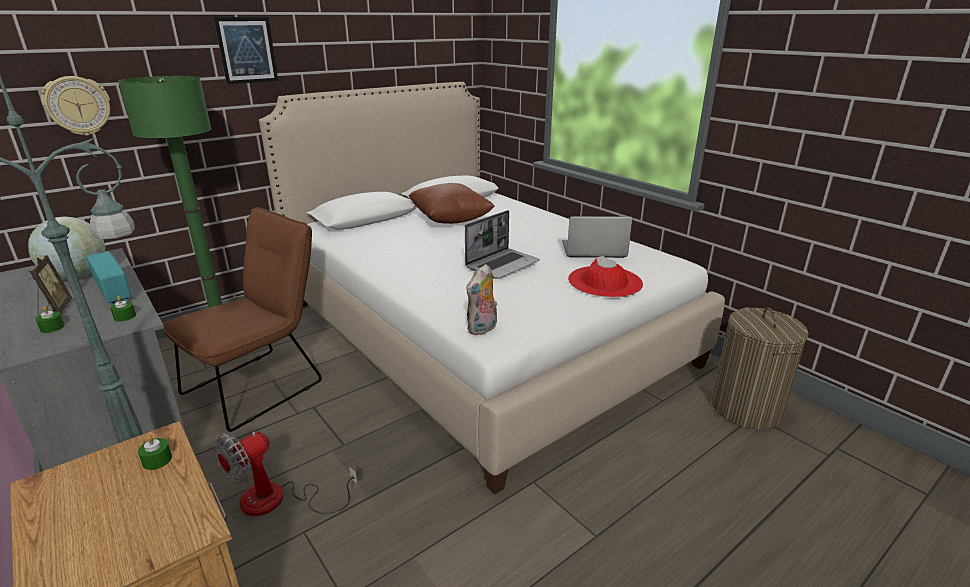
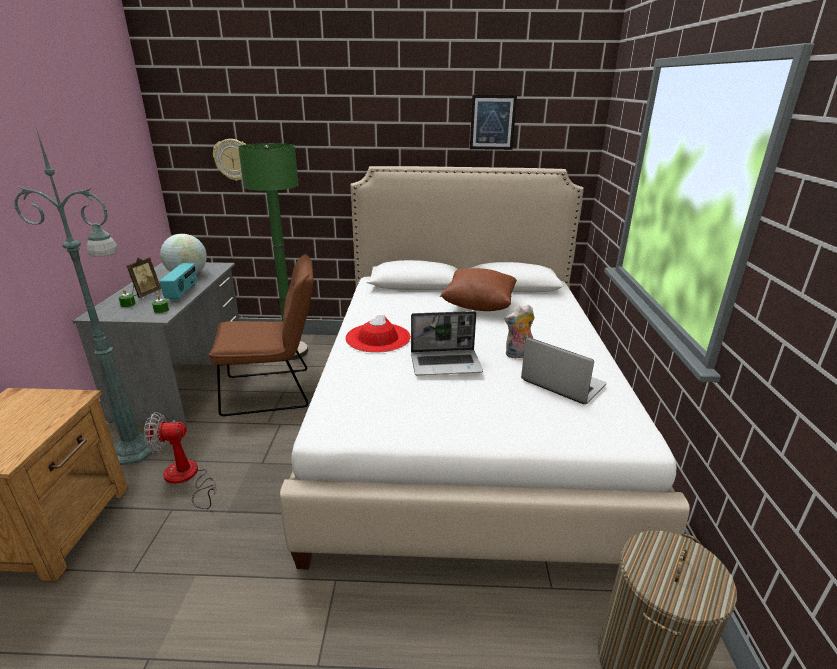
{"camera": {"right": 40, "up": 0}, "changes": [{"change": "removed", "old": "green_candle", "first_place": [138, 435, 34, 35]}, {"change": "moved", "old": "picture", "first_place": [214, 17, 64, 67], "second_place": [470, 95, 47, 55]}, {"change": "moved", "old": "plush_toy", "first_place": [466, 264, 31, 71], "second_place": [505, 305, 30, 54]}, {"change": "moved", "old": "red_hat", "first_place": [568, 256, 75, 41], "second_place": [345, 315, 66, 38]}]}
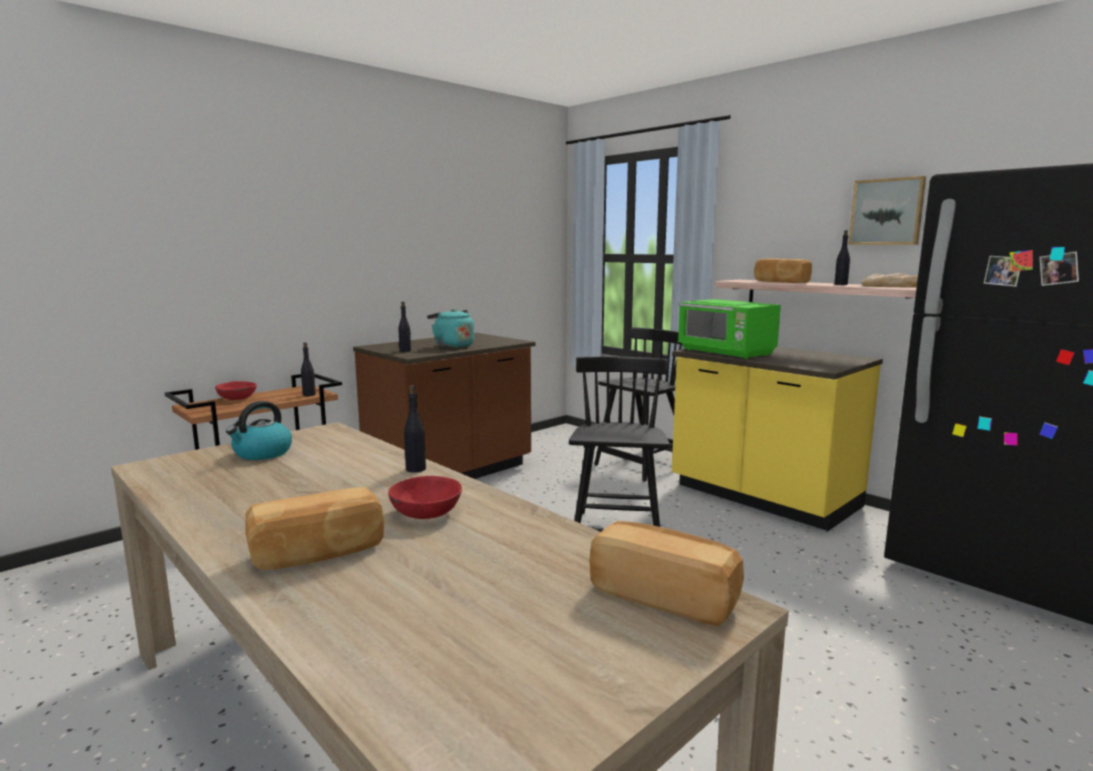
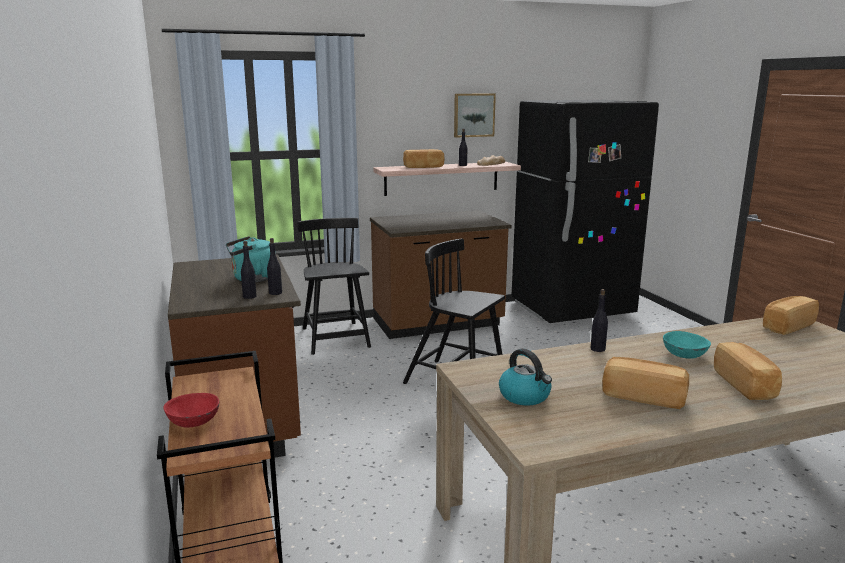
{"camera": {"right": -65, "up": 5}, "changes": [{"change": "moved", "old": "black_bottle", "first_place": [301, 342, 15, 54], "second_place": [267, 238, 15, 57]}, {"change": "recoloured", "old": "red_bowl", "new": "turquoise_bowl", "first_place": [388, 476, 74, 43], "second_place": [663, 331, 48, 28]}, {"change": "recoloured", "old": "yellow_counter", "new": "brown_counter", "first_place": [672, 347, 211, 184], "second_place": [370, 210, 142, 129]}, {"change": "removed", "old": "green_microwave", "first_place": [678, 299, 103, 60]}, {"change": "added", "new": "bread", "second_place": [602, 357, 87, 52]}]}
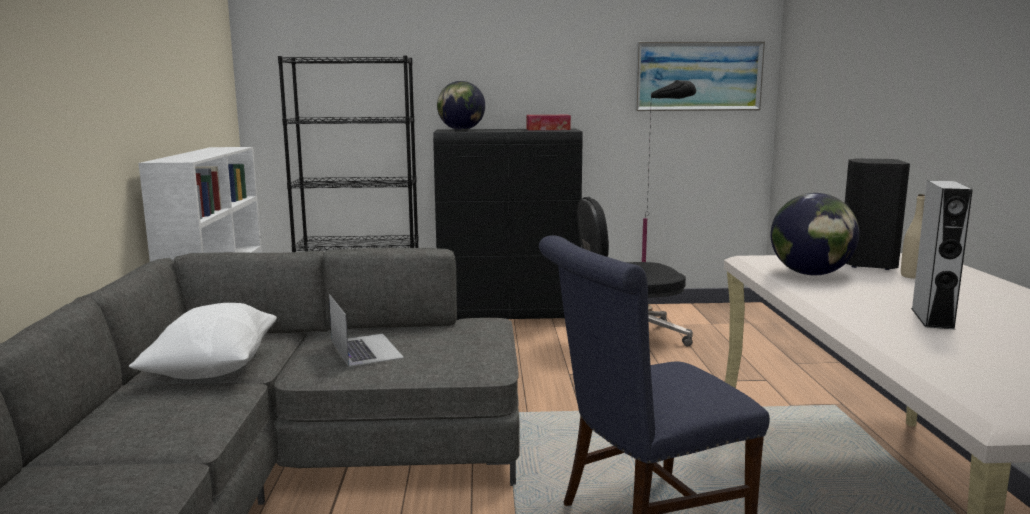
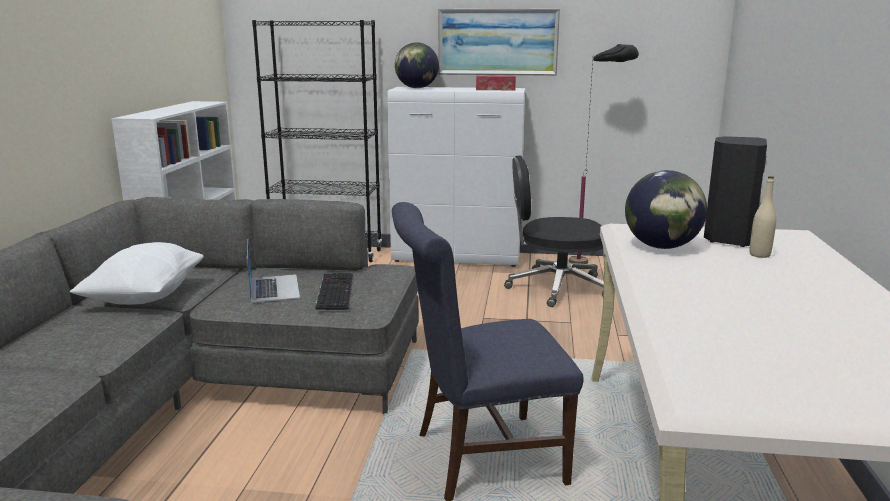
{"camera": {"right": 10, "up": 5}, "changes": [{"change": "recoloured", "old": "black_cabinet", "new": "white_cabinet", "first_place": [433, 128, 149, 192], "second_place": [387, 87, 138, 180]}, {"change": "moved", "old": "picture", "first_place": [635, 41, 130, 70], "second_place": [438, 9, 122, 67]}, {"change": "removed", "old": "grey_speaker", "first_place": [911, 180, 62, 150]}, {"change": "added", "new": "keyboard", "second_place": [315, 273, 38, 38]}]}
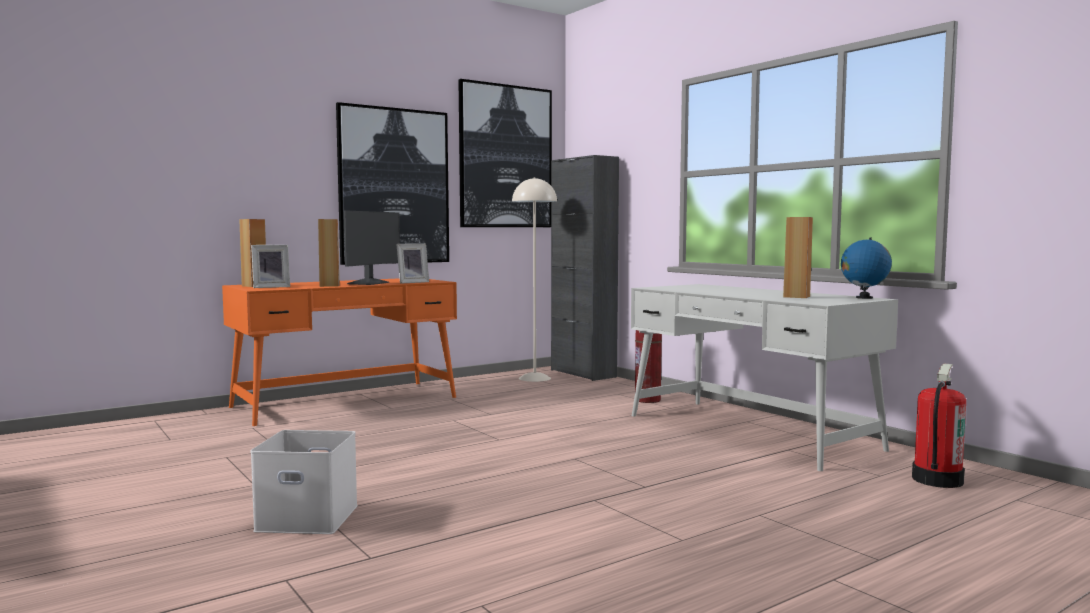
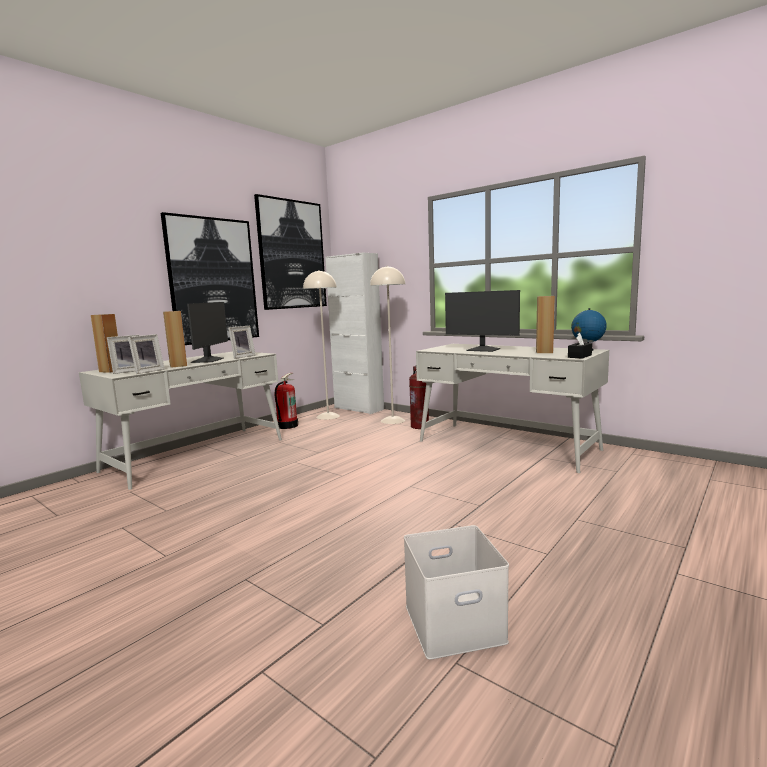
{"camera": {"right": -15, "up": 5}, "changes": [{"change": "recoloured", "old": "orange_desk", "new": "white_desk", "first_place": [222, 278, 235, 148], "second_place": [79, 352, 203, 138]}, {"change": "moved", "old": "white_storage_box", "first_place": [250, 430, 108, 104], "second_place": [404, 525, 105, 135]}, {"change": "recoloured", "old": "black_cabinet", "new": "white_cabinet", "first_place": [551, 155, 68, 226], "second_place": [325, 253, 59, 161]}, {"change": "moved", "old": "fire_extinguisher", "first_place": [912, 363, 54, 125], "second_place": [275, 373, 23, 56]}, {"change": "added", "new": "picture_frame", "second_place": [128, 334, 37, 40]}, {"change": "added", "new": "beige_floor_lamp", "second_place": [370, 266, 35, 158]}, {"change": "added", "new": "monitor", "second_place": [445, 290, 75, 62]}, {"change": "added", "new": "black_tissue_box", "second_place": [568, 333, 24, 26]}]}
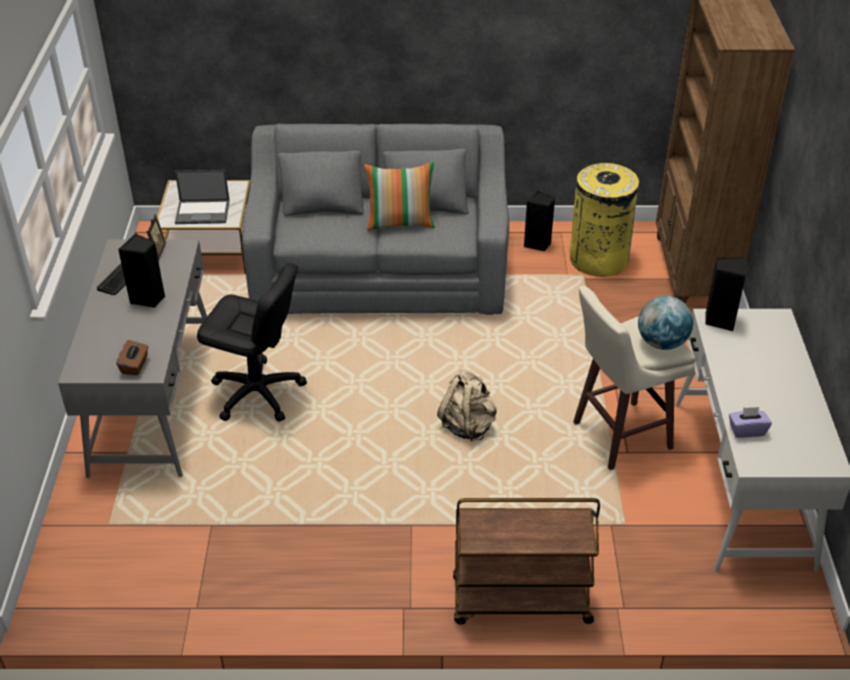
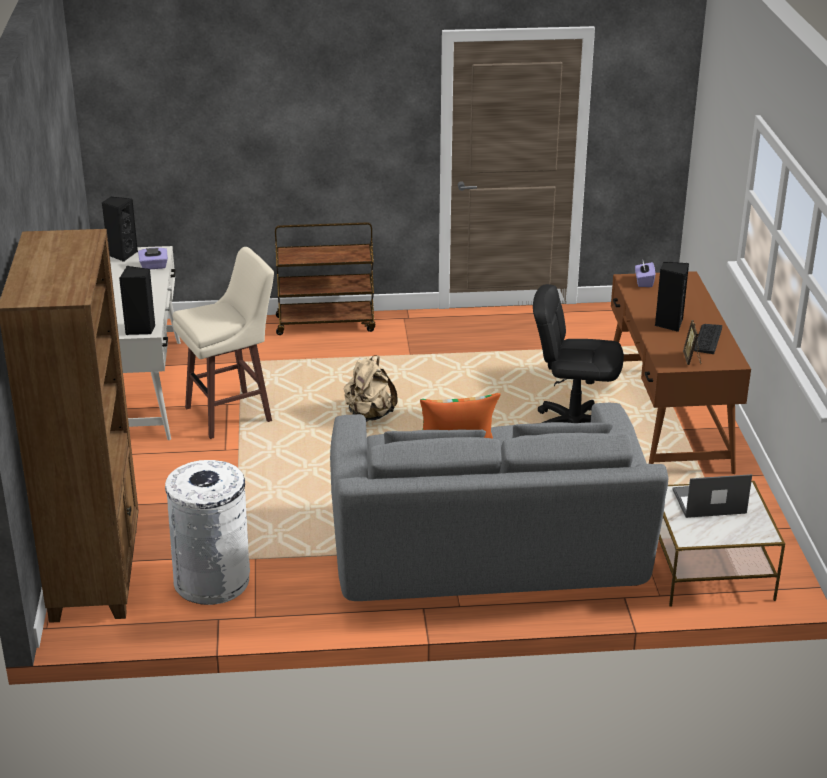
{"camera": {"right": 175, "up": -10}, "changes": [{"change": "recoloured", "old": "grey_desk", "new": "brown_desk", "first_place": [58, 240, 149, 238], "second_place": [611, 271, 140, 203]}, {"change": "recoloured", "old": "brown_tissue_box", "new": "purple_tissue_box", "first_place": [116, 340, 32, 35], "second_place": [635, 262, 20, 25]}, {"change": "moved", "old": "black_speaker", "first_place": [524, 191, 31, 60], "second_place": [102, 197, 36, 65]}, {"change": "recoloured", "old": "yellow_trash_can", "new": "white_trash_can", "first_place": [570, 163, 69, 114], "second_place": [165, 460, 85, 145]}, {"change": "removed", "old": "globe", "first_place": [638, 296, 55, 54]}]}
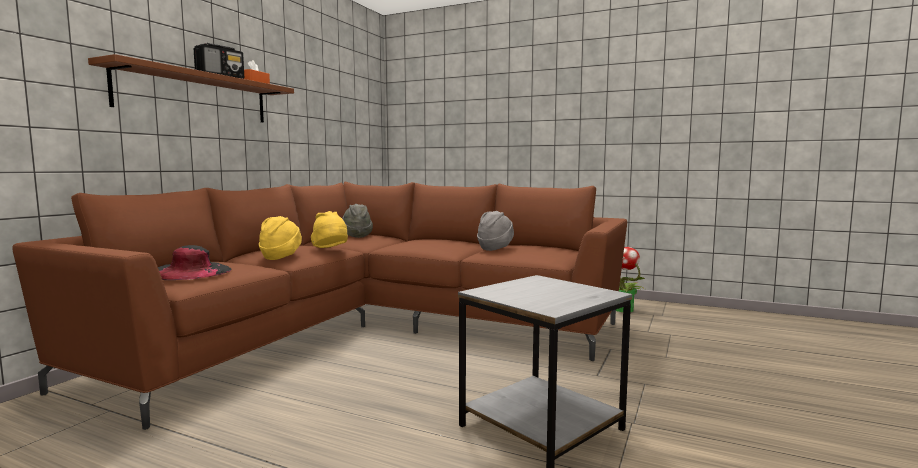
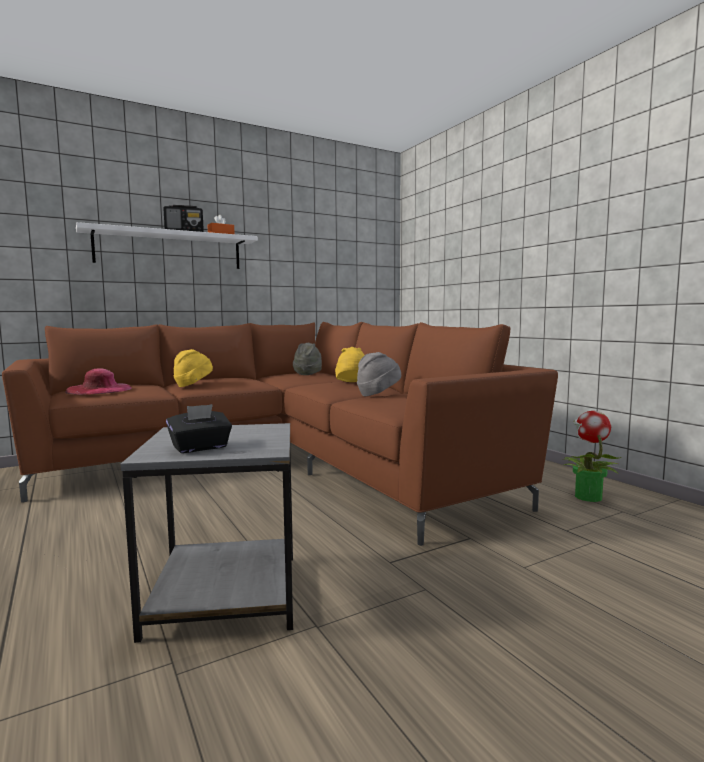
{"camera": {"right": 35, "up": 0}, "changes": [{"change": "recoloured", "old": "brown_shelf", "new": "white_shelf", "first_place": [88, 54, 206, 69], "second_place": [76, 222, 182, 47]}, {"change": "recoloured", "old": "black_hat", "new": "pink_hat", "first_place": [158, 245, 73, 35], "second_place": [65, 369, 67, 26]}, {"change": "moved", "old": "yellow_hat", "first_place": [311, 211, 37, 37], "second_place": [335, 347, 30, 35]}, {"change": "added", "new": "black_tissue_box", "second_place": [166, 404, 66, 49]}]}
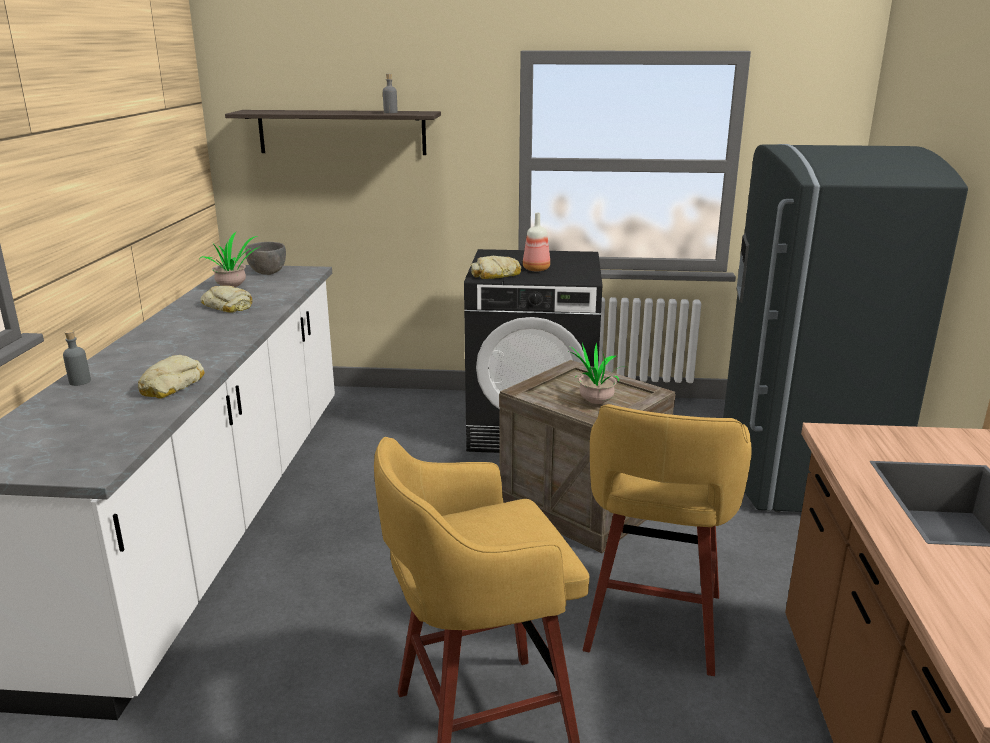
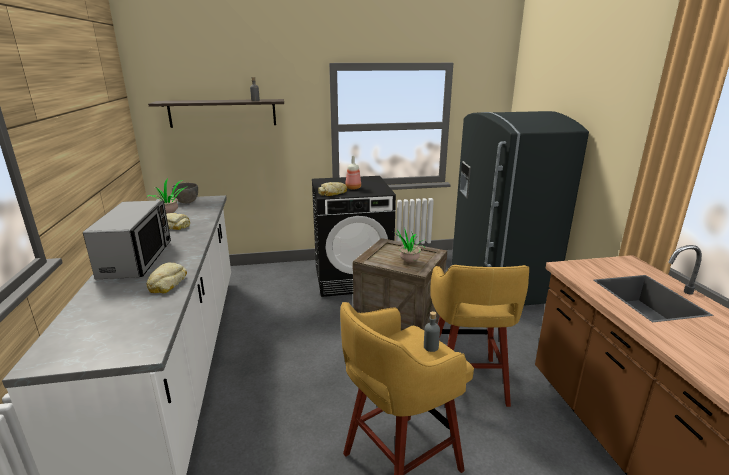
{"camera": {"right": -15, "up": 0}, "changes": [{"change": "moved", "old": "grey_bottle", "first_place": [63, 330, 28, 56], "second_place": [424, 311, 16, 41]}, {"change": "added", "new": "microwave", "second_place": [83, 201, 88, 78]}]}
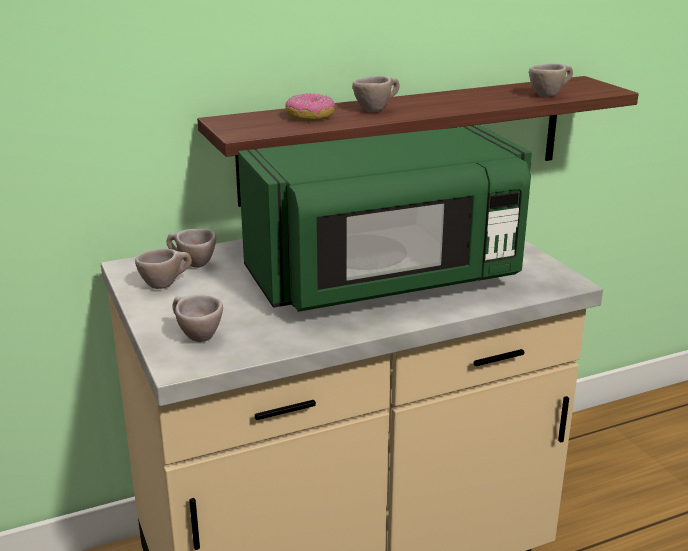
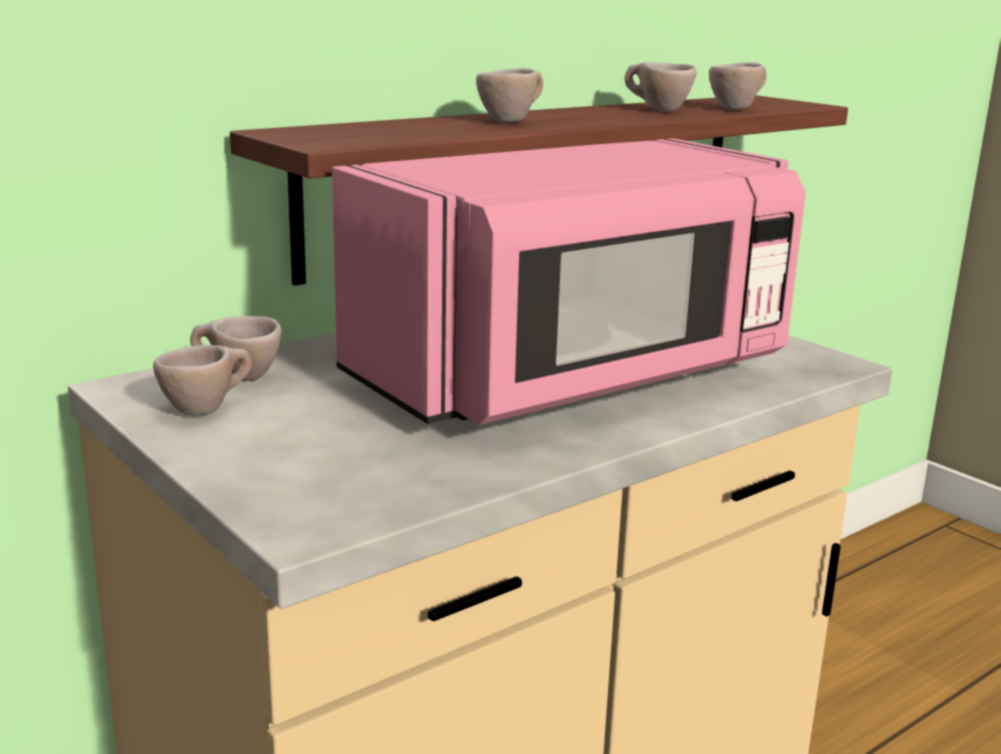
{"camera": {"right": -15, "up": -5}, "changes": [{"change": "moved", "old": "beige_cup", "first_place": [173, 295, 50, 47], "second_place": [625, 62, 72, 50]}, {"change": "recoloured", "old": "green_microwave", "new": "pink_microwave", "first_place": [238, 125, 294, 187], "second_place": [332, 138, 474, 287]}, {"change": "removed", "old": "donut", "first_place": [285, 93, 50, 28]}]}
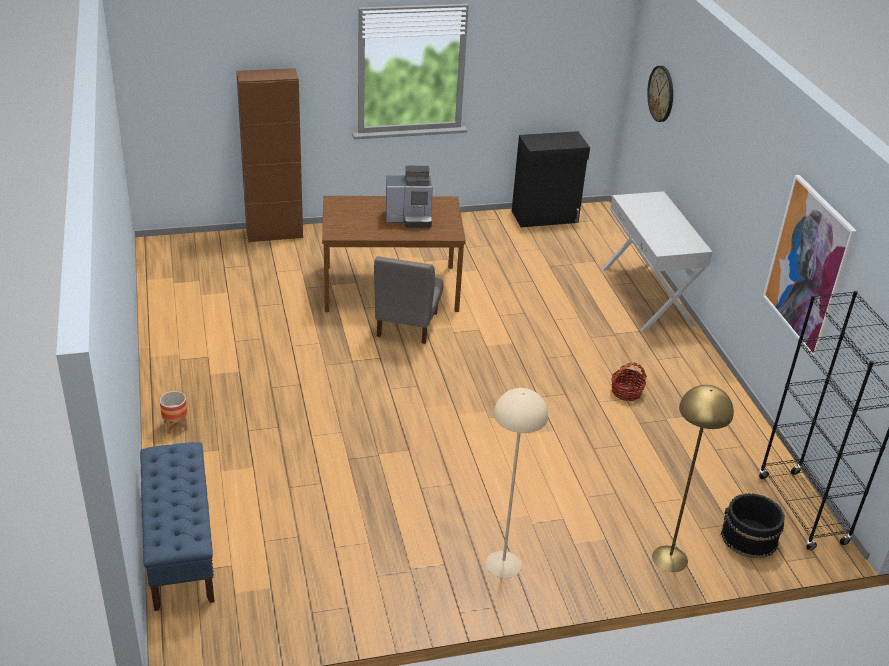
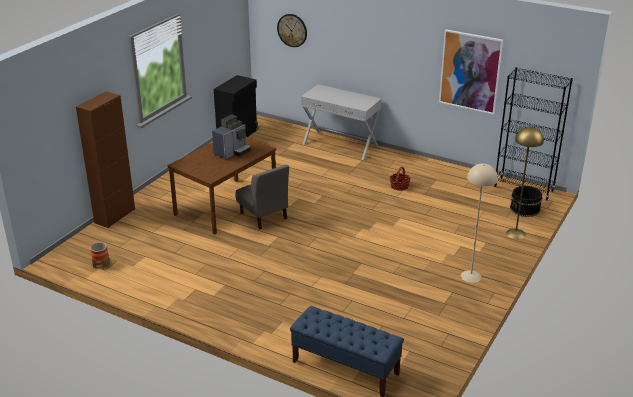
{"camera": {"right": -45, "up": -5}, "changes": [{"change": "moved", "old": "planter", "first_place": [160, 391, 28, 43], "second_place": [90, 242, 20, 28]}]}
